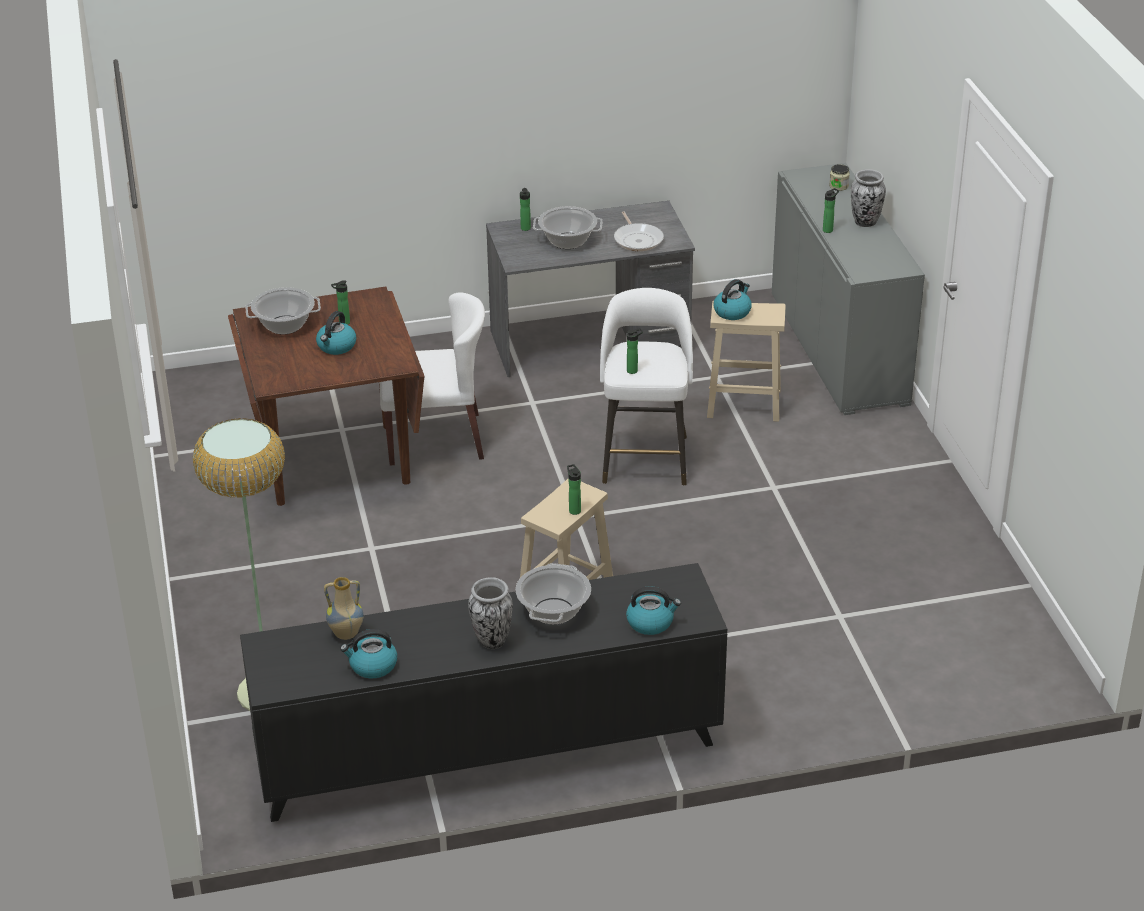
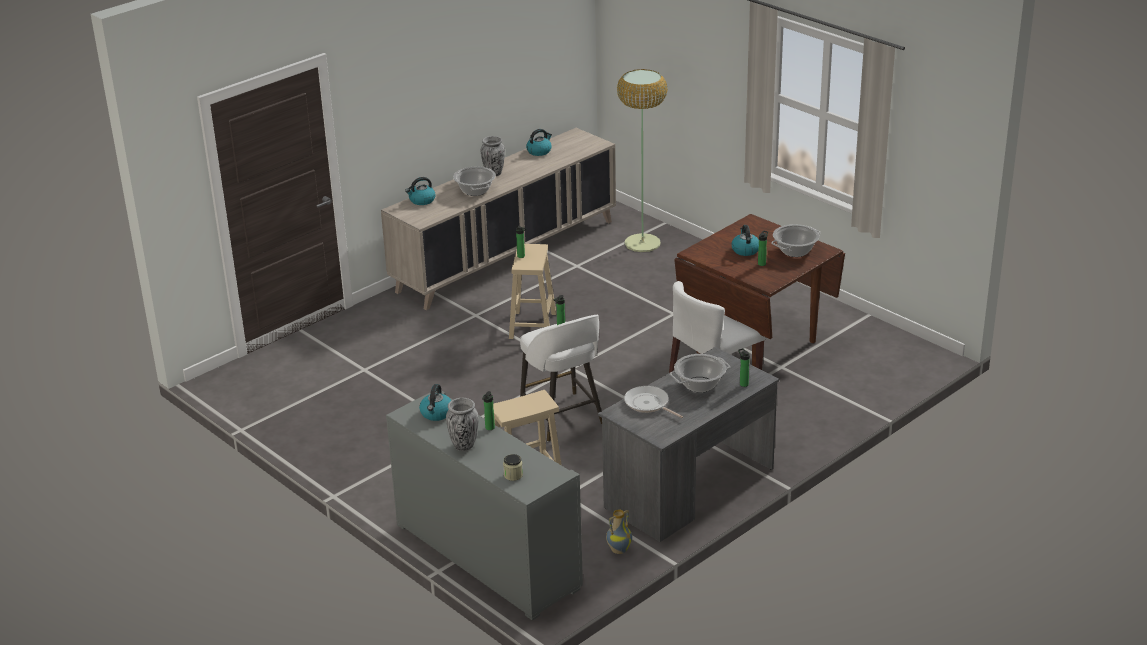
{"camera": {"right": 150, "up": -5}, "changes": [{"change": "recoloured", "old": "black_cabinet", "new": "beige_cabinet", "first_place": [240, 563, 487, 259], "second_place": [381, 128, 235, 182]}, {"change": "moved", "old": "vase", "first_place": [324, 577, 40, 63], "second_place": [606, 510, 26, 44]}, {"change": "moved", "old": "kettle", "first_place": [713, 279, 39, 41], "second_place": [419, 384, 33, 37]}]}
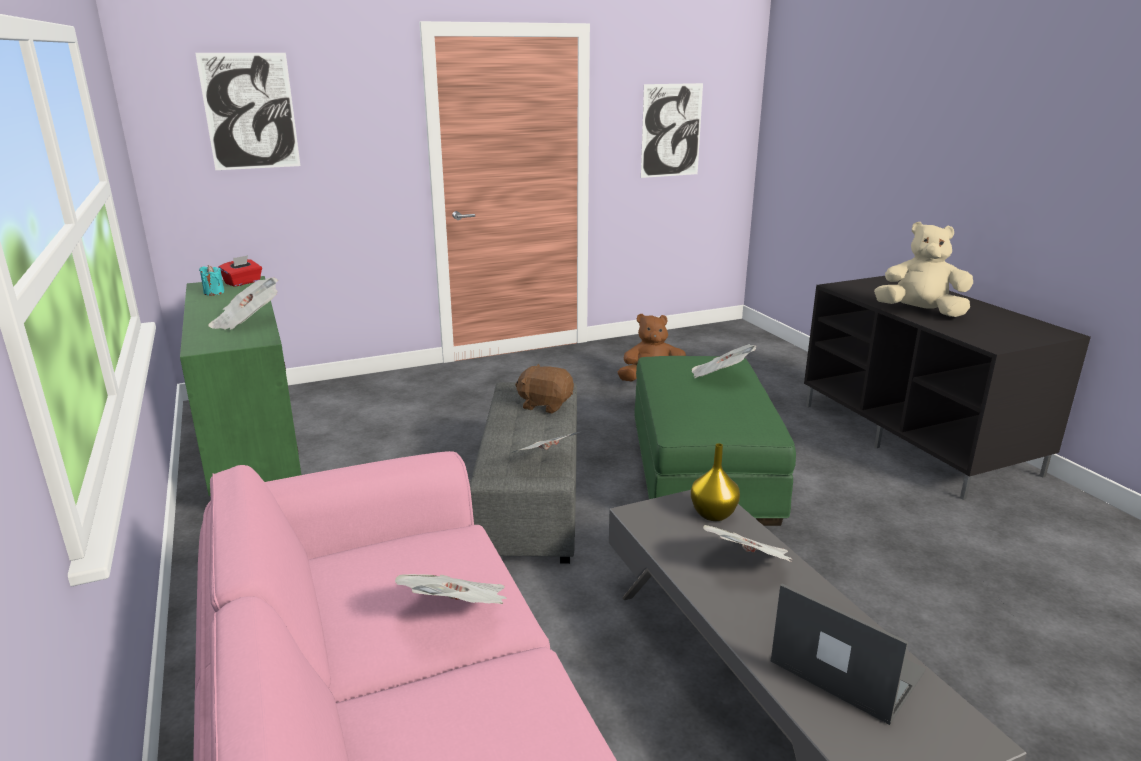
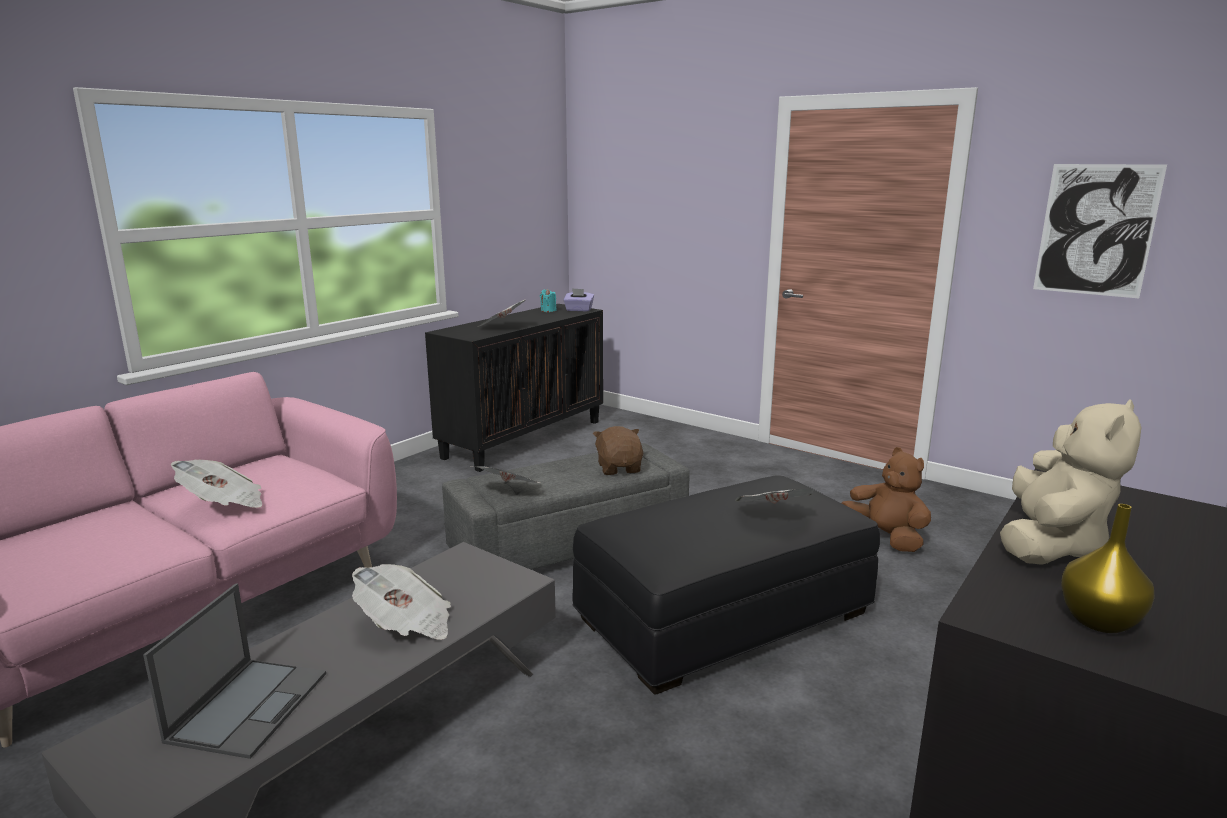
{"camera": {"right": 60, "up": -5}, "changes": [{"change": "recoloured", "old": "green_cabinet", "new": "black_cabinet", "first_place": [180, 276, 121, 220], "second_place": [425, 304, 178, 168]}, {"change": "removed", "old": "picture", "first_place": [195, 53, 105, 117]}, {"change": "recoloured", "old": "red_tissue_box", "new": "purple_tissue_box", "first_place": [219, 255, 43, 32], "second_place": [563, 288, 31, 23]}, {"change": "recoloured", "old": "green_ottoman", "new": "black_ottoman", "first_place": [634, 356, 162, 170], "second_place": [572, 475, 308, 220]}, {"change": "moved", "old": "yellow_vase", "first_place": [691, 443, 49, 78], "second_place": [1061, 504, 94, 129]}, {"change": "turned", "old": "beige_plush_toy", "first_place": [874, 222, 99, 95], "second_place": [1000, 399, 141, 166], "degrees": 45}]}
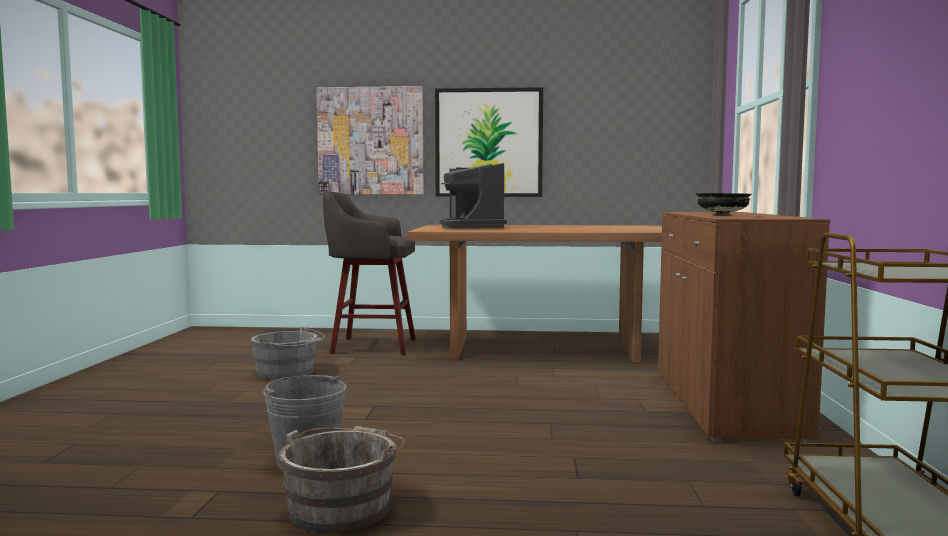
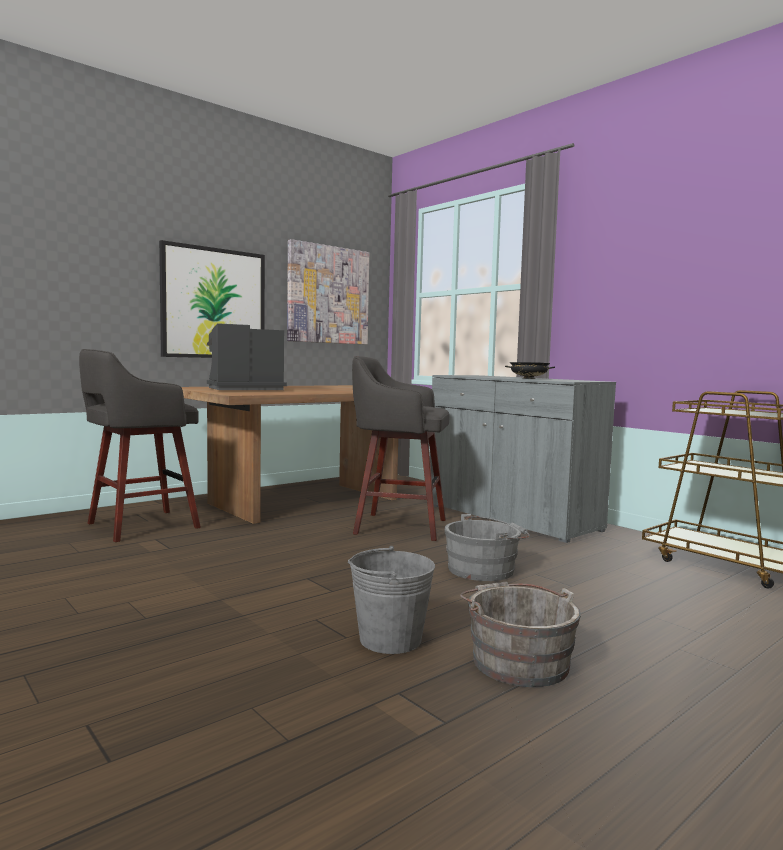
{"camera": {"right": -45, "up": 0}, "changes": [{"change": "moved", "old": "grey_bucket", "first_place": [251, 326, 74, 53], "second_place": [445, 514, 85, 67]}, {"change": "moved", "old": "picture", "first_place": [316, 86, 108, 108], "second_place": [287, 239, 82, 105]}, {"change": "turned", "old": "coffee_machine", "first_place": [440, 163, 67, 65], "second_place": [207, 323, 80, 67], "degrees": 120}, {"change": "recoloured", "old": "brown_cabinet", "new": "grey_cabinet", "first_place": [658, 212, 172, 231], "second_place": [430, 375, 186, 168]}, {"change": "added", "new": "grey_stool", "second_place": [352, 356, 98, 185]}]}
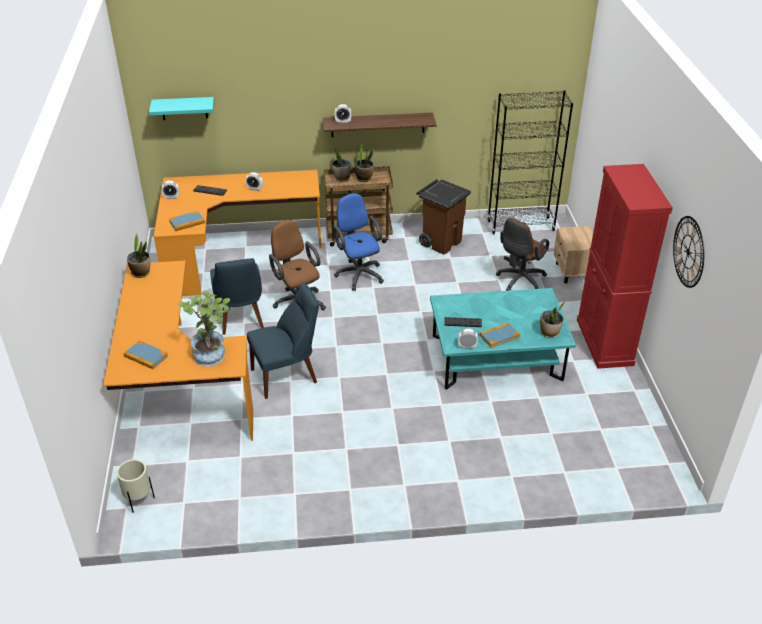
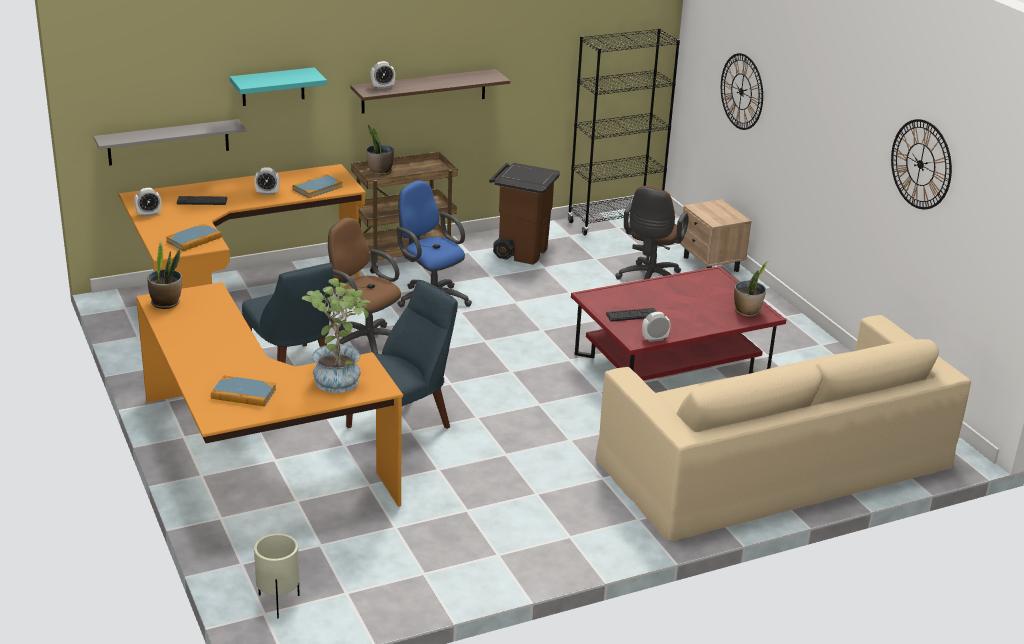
{"camera": {"right": -20, "up": -10}, "changes": [{"change": "moved", "old": "turquoise_shelf", "first_place": [149, 97, 65, 23], "second_place": [230, 67, 97, 39]}, {"change": "removed", "old": "potted_plant", "first_place": [355, 144, 19, 38]}, {"change": "recoloured", "old": "turquoise_coffee_table", "new": "red_coffee_table", "first_place": [430, 288, 146, 102], "second_place": [571, 266, 215, 115]}, {"change": "moved", "old": "book", "first_place": [480, 323, 40, 25], "second_place": [293, 174, 50, 24]}, {"change": "removed", "old": "red_cabinet", "first_place": [577, 164, 96, 205]}, {"change": "added", "new": "grey_shelf", "second_place": [94, 119, 152, 47]}, {"change": "added", "new": "beige_sofa", "second_place": [596, 315, 375, 226]}, {"change": "added", "new": "wall_clock", "second_place": [721, 53, 42, 77]}]}
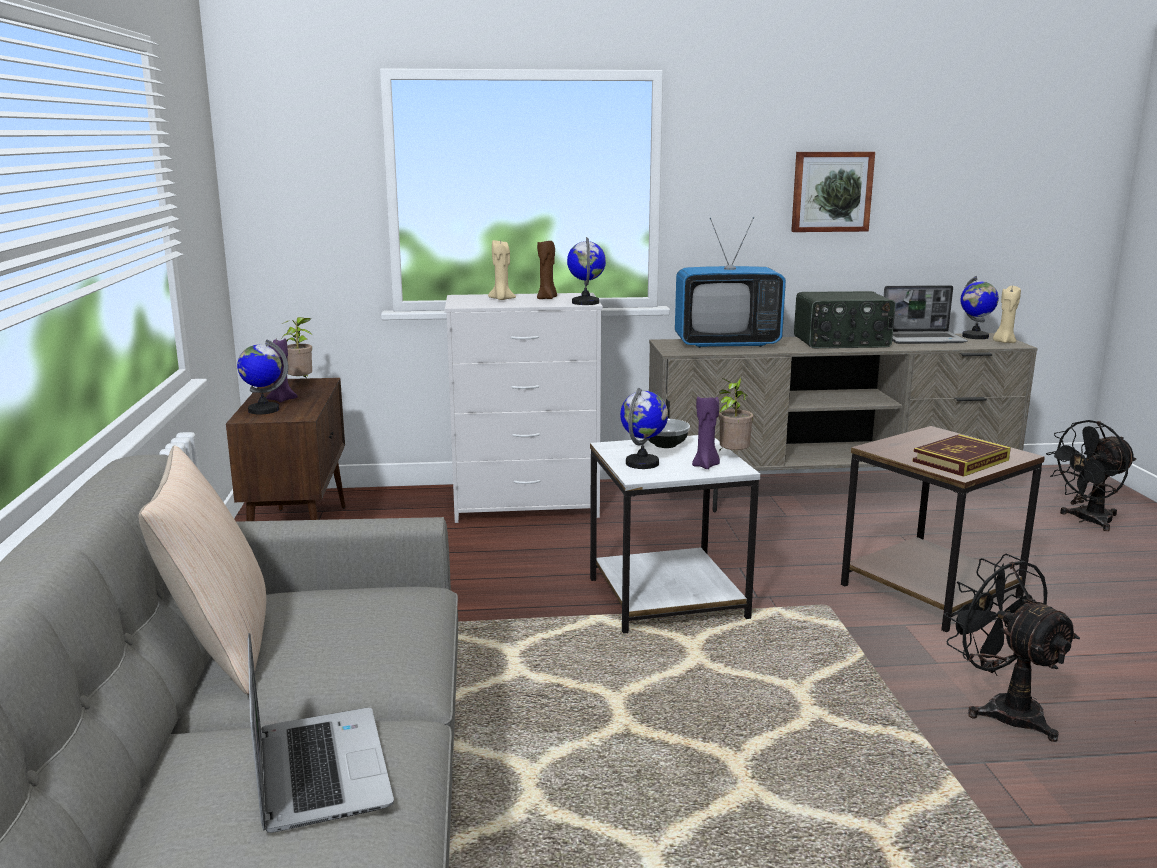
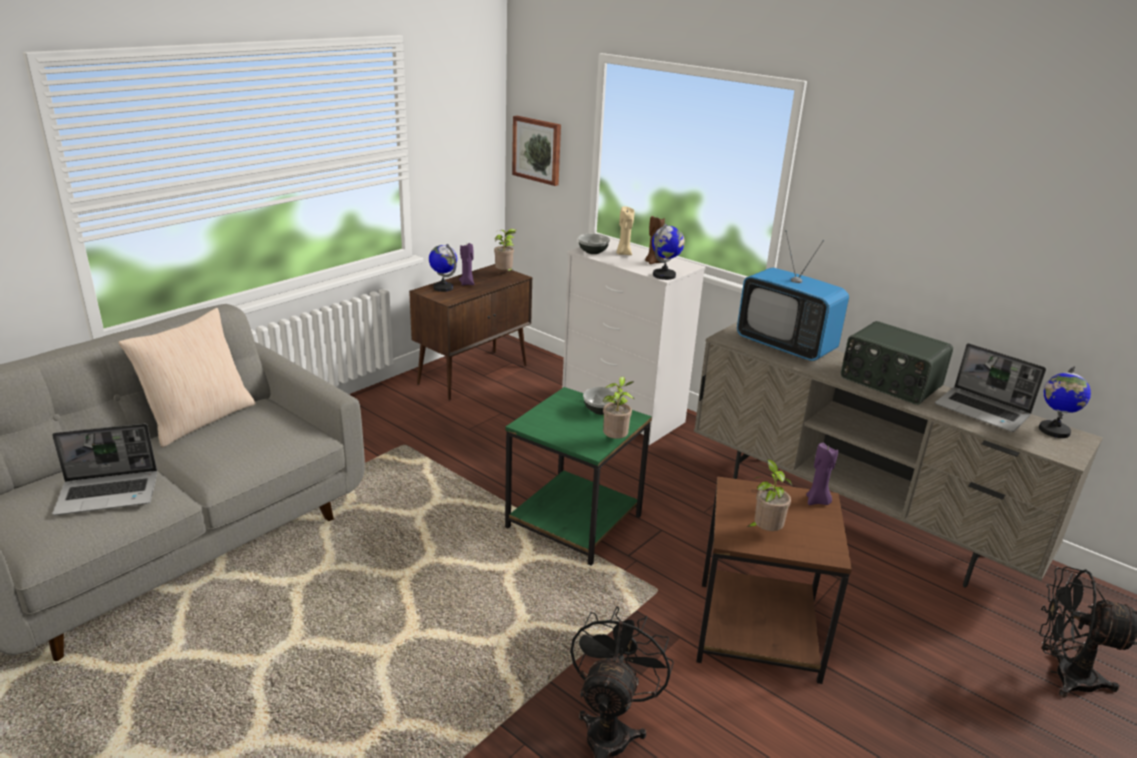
{"camera": {"right": 45, "up": 10}, "changes": [{"change": "turned", "old": "laptop", "first_place": [248, 633, 146, 200], "second_place": [52, 424, 105, 91], "degrees": 45}, {"change": "recoloured", "old": "white_side_table", "new": "green_side_table", "first_place": [590, 435, 170, 199], "second_place": [505, 387, 147, 179]}, {"change": "removed", "old": "globe", "first_place": [620, 388, 48, 81]}, {"change": "moved", "old": "purple_candle", "first_place": [692, 396, 28, 73], "second_place": [806, 443, 32, 62]}, {"change": "moved", "old": "picture", "first_place": [791, 152, 84, 80], "second_place": [512, 116, 49, 70]}, {"change": "replaced", "old": "book", "new": "potted_plant", "first_place": [912, 434, 99, 43], "second_place": [747, 459, 45, 72]}, {"change": "removed", "old": "beige_candle", "first_place": [993, 286, 28, 57]}, {"change": "added", "new": "bowl", "second_place": [578, 234, 32, 20]}]}
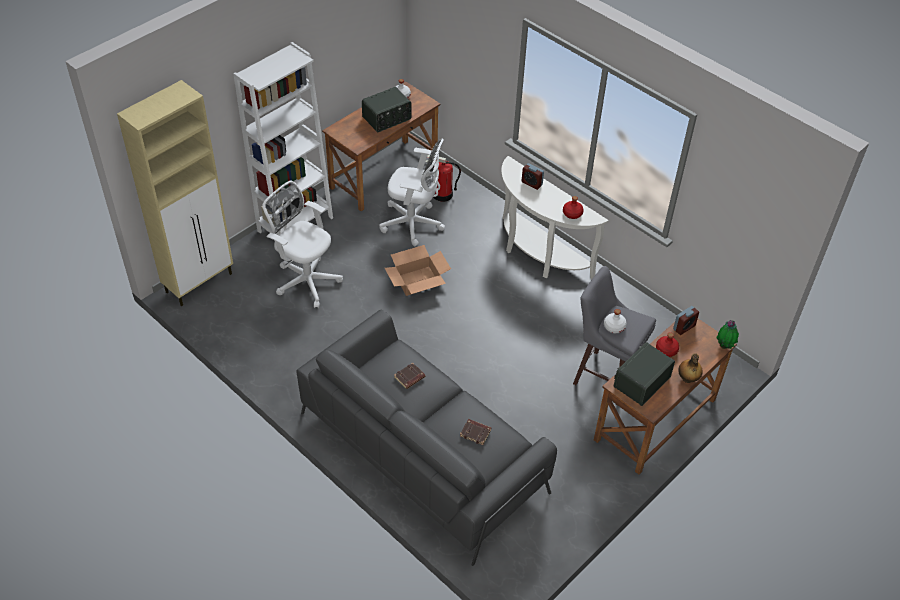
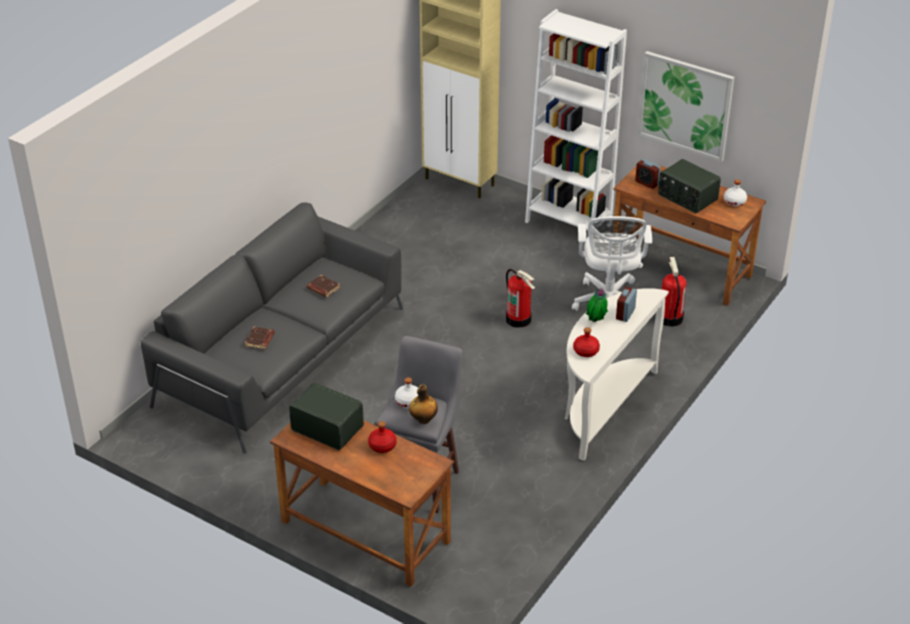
{"camera": {"right": 80, "up": -10}, "changes": [{"change": "removed", "old": "white_office_chair", "first_place": [262, 181, 81, 127]}, {"change": "replaced", "old": "cardboard_box", "new": "fire_extinguisher", "first_place": [385, 245, 66, 51], "second_place": [506, 269, 29, 59]}, {"change": "moved", "old": "alarm_clock", "first_place": [673, 306, 26, 29], "second_place": [635, 159, 26, 30]}, {"change": "moved", "old": "bottle", "first_place": [678, 353, 25, 30], "second_place": [409, 384, 29, 40]}, {"change": "moved", "old": "potted_plant", "first_place": [716, 320, 23, 29], "second_place": [586, 288, 22, 34]}, {"change": "added", "new": "picture", "second_place": [637, 51, 97, 111]}]}
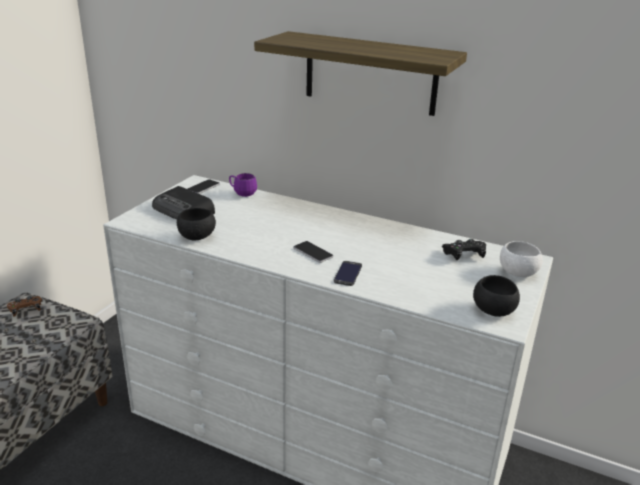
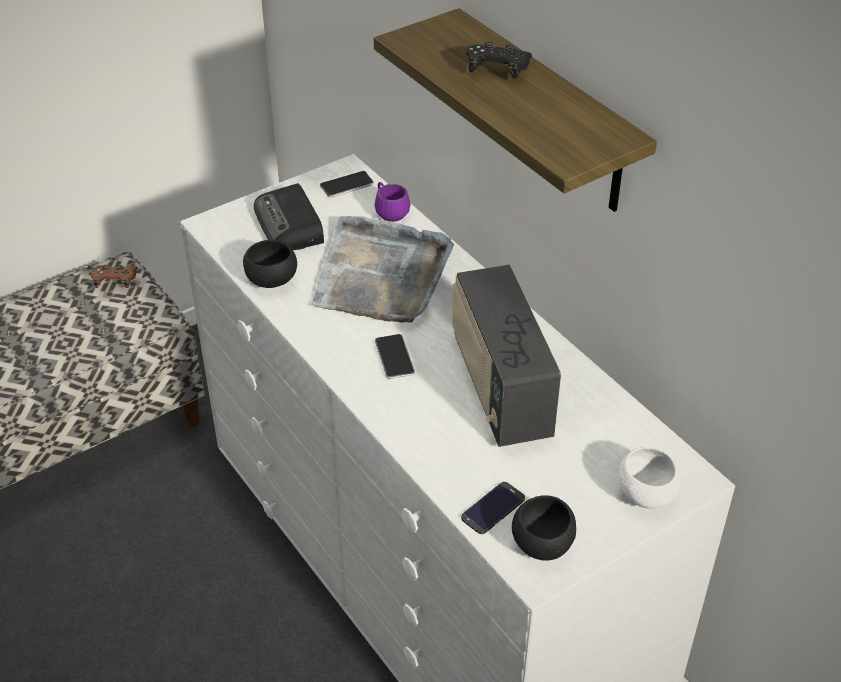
{"camera": {"right": 30, "up": 15}, "changes": [{"change": "moved", "old": "phone", "first_place": [334, 261, 28, 25], "second_place": [461, 482, 64, 52]}, {"change": "moved", "old": "black_game_controller", "first_place": [442, 239, 44, 21], "second_place": [466, 42, 66, 37]}, {"change": "added", "new": "grey_tray", "second_place": [311, 216, 143, 107]}, {"change": "added", "new": "radio", "second_place": [452, 265, 109, 182]}]}
